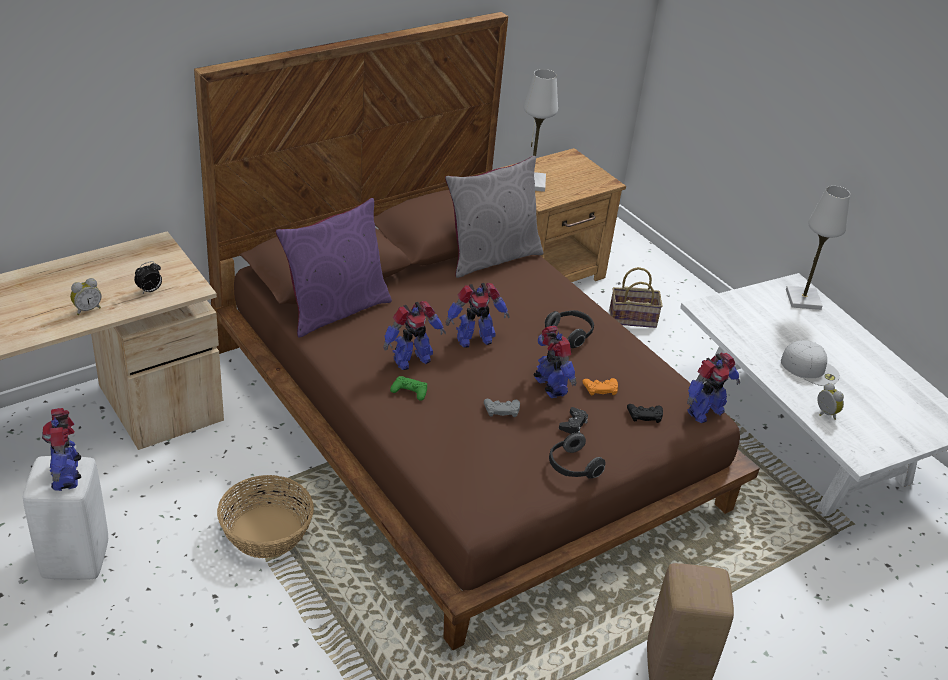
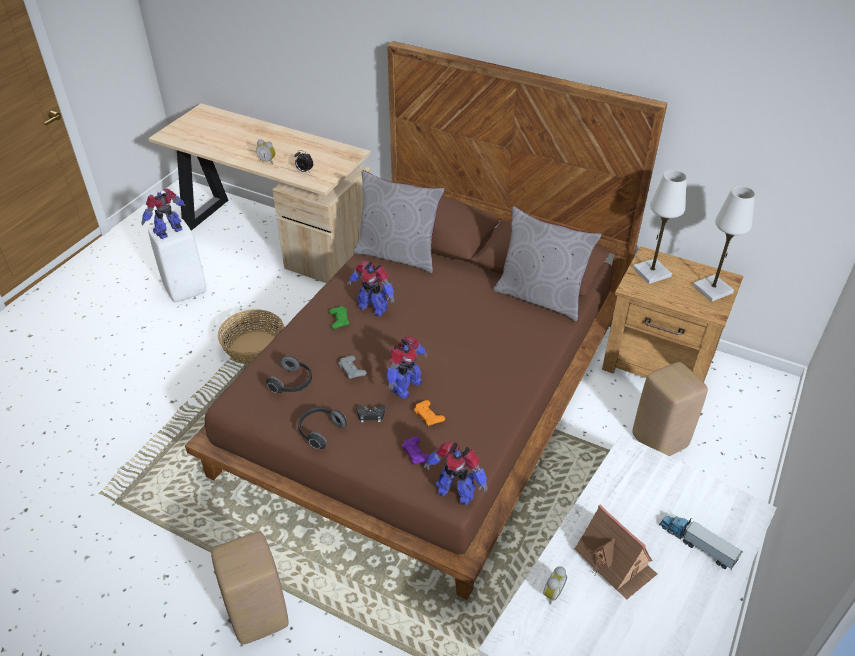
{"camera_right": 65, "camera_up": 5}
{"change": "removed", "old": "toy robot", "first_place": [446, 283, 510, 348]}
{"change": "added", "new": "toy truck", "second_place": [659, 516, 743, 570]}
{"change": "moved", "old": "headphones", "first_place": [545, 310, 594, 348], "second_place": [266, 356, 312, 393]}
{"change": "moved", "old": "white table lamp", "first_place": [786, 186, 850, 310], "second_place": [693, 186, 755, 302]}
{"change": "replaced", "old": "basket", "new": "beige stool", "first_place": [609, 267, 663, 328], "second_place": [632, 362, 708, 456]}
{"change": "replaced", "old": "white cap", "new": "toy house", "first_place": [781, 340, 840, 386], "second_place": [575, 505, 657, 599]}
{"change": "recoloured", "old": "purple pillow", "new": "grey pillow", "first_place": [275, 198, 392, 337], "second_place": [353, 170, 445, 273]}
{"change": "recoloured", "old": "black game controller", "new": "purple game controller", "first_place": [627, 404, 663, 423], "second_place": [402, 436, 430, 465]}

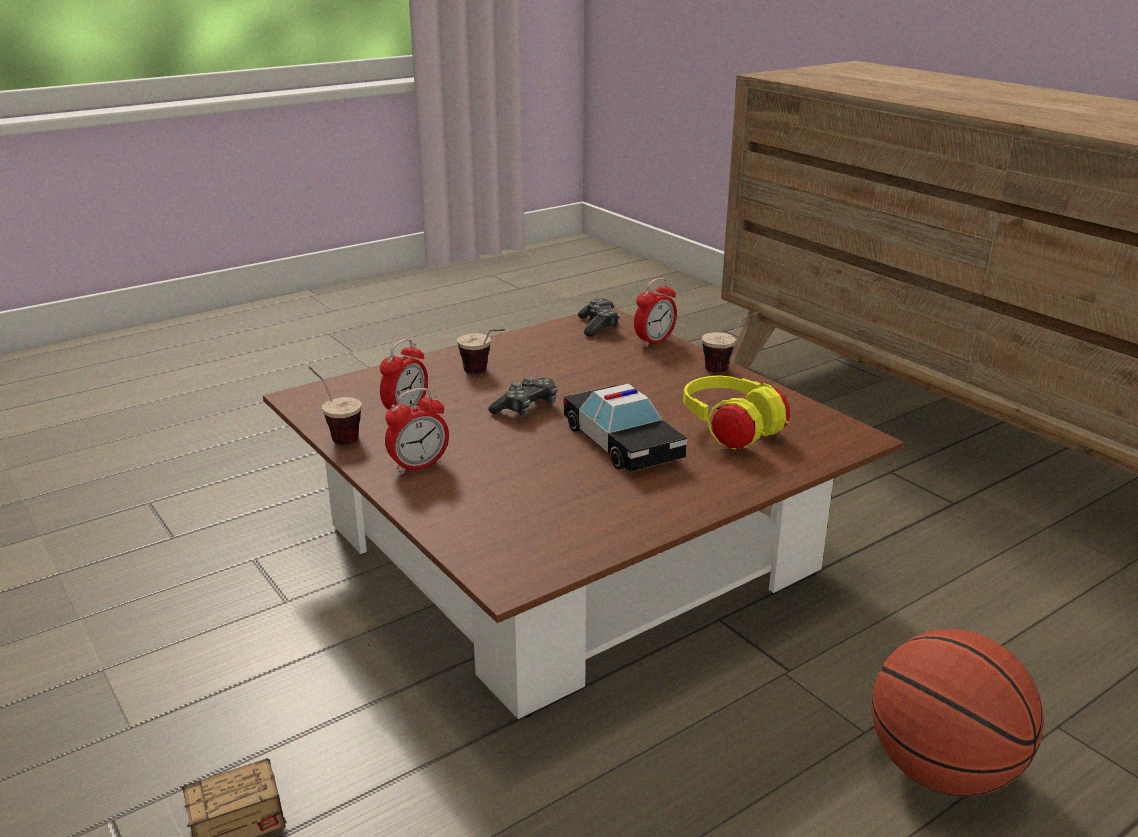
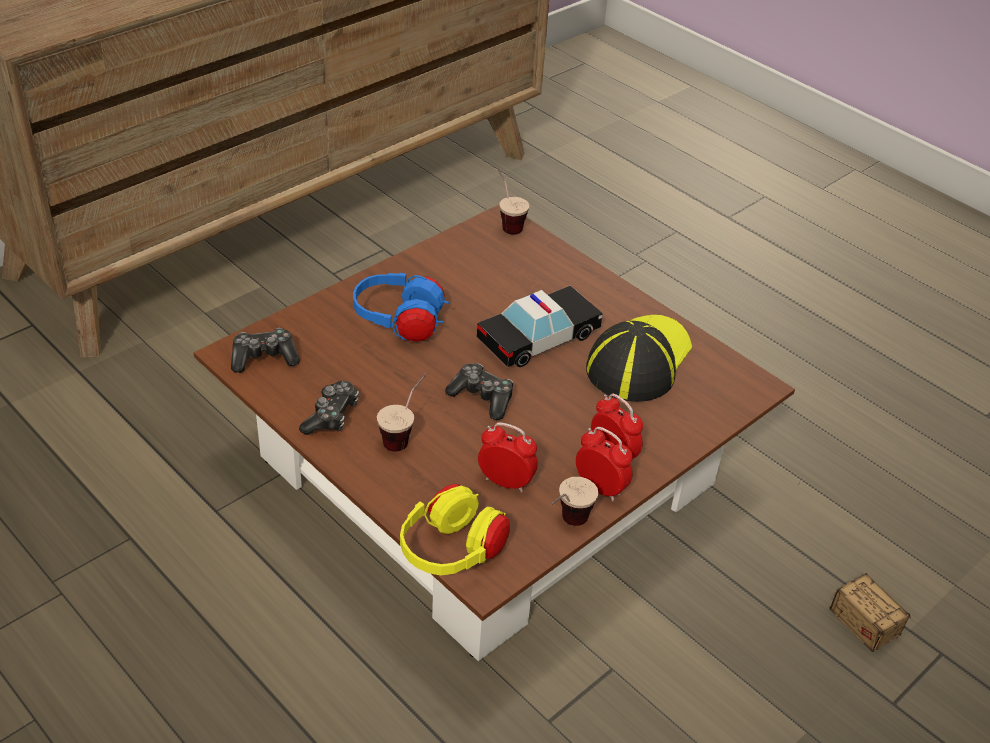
{"camera_right": -100, "camera_up": 15}
{"change": "removed", "old": "basketball", "first_place": [872, 629, 1044, 797]}
{"change": "added", "new": "game controller", "second_place": [299, 381, 359, 435]}
{"change": "added", "new": "blue headphones", "second_place": [353, 273, 449, 342]}
{"change": "added", "new": "cap", "second_place": [586, 315, 692, 402]}
{"change": "moved", "old": "alarm clock", "first_place": [634, 278, 677, 348], "second_place": [576, 427, 633, 501]}
{"change": "moved", "old": "yellow headphones", "first_place": [683, 375, 790, 449], "second_place": [400, 483, 510, 575]}
{"change": "moved", "old": "cup", "first_place": [702, 311, 761, 373], "second_place": [497, 167, 529, 235]}

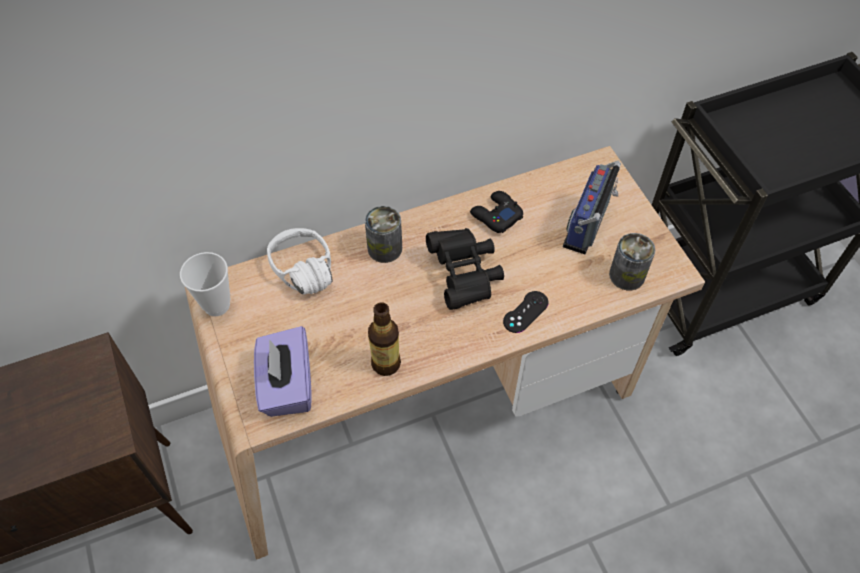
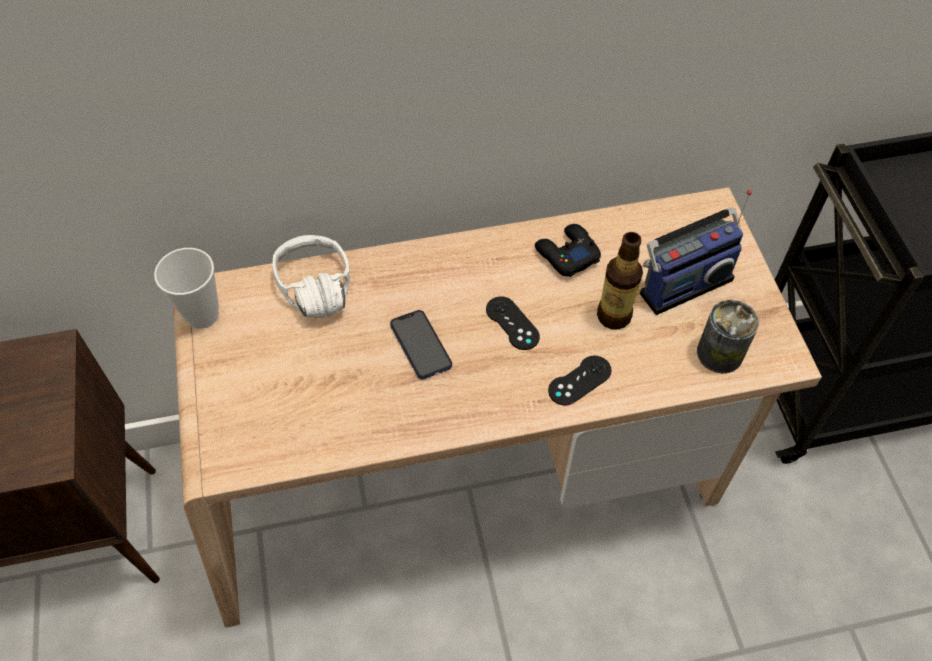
{"camera_right": 10, "camera_up": 0}
{"change": "removed", "old": "purple tissue box", "first_place": [254, 326, 312, 417]}
{"change": "removed", "old": "can", "first_place": [365, 206, 402, 263]}
{"change": "added", "new": "phone", "second_place": [390, 310, 452, 379]}
{"change": "moved", "old": "bottle", "first_place": [368, 302, 401, 376], "second_place": [597, 232, 643, 330]}
{"change": "replaced", "old": "black binoculars", "new": "black game controller", "first_place": [426, 228, 504, 310], "second_place": [486, 296, 540, 350]}
{"change": "turned", "old": "radio", "first_place": [563, 161, 621, 254], "second_place": [640, 190, 752, 315], "degrees": -150}

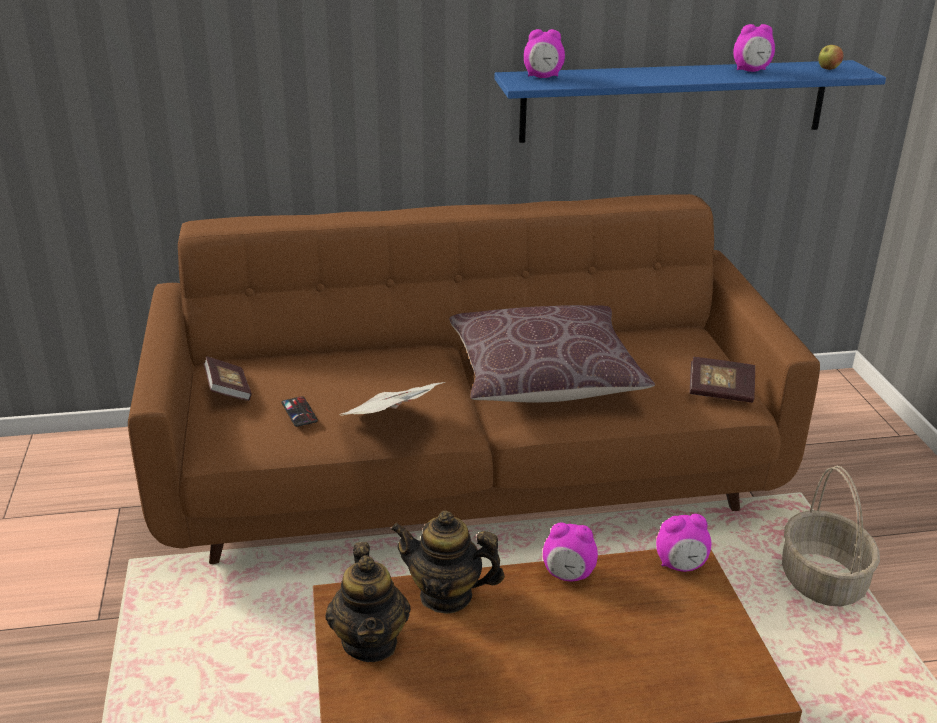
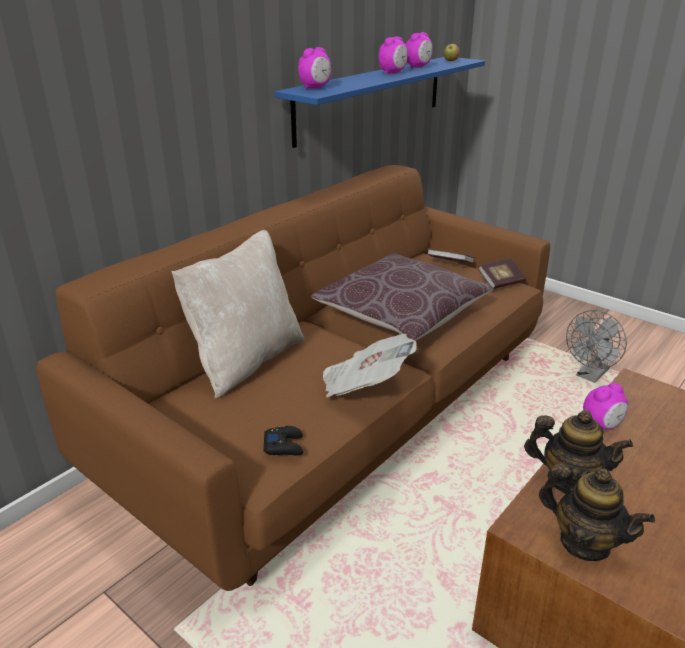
{"camera_right": -40, "camera_up": 0}
{"change": "removed", "old": "phone", "first_place": [282, 396, 318, 427]}
{"change": "added", "new": "beige pillow", "second_place": [171, 230, 305, 398]}
{"change": "added", "new": "black game controller", "second_place": [263, 426, 303, 456]}
{"change": "moved", "old": "book", "first_place": [203, 357, 252, 401], "second_place": [428, 249, 475, 263]}
{"change": "moved", "old": "alarm clock", "first_place": [656, 514, 711, 572], "second_place": [379, 36, 408, 74]}
{"change": "replaced", "old": "basket", "new": "grey fan", "first_place": [782, 466, 880, 606], "second_place": [566, 310, 627, 383]}
{"change": "turned", "old": "teapot", "first_place": [391, 510, 505, 614], "second_place": [524, 410, 633, 493], "degrees": -135}

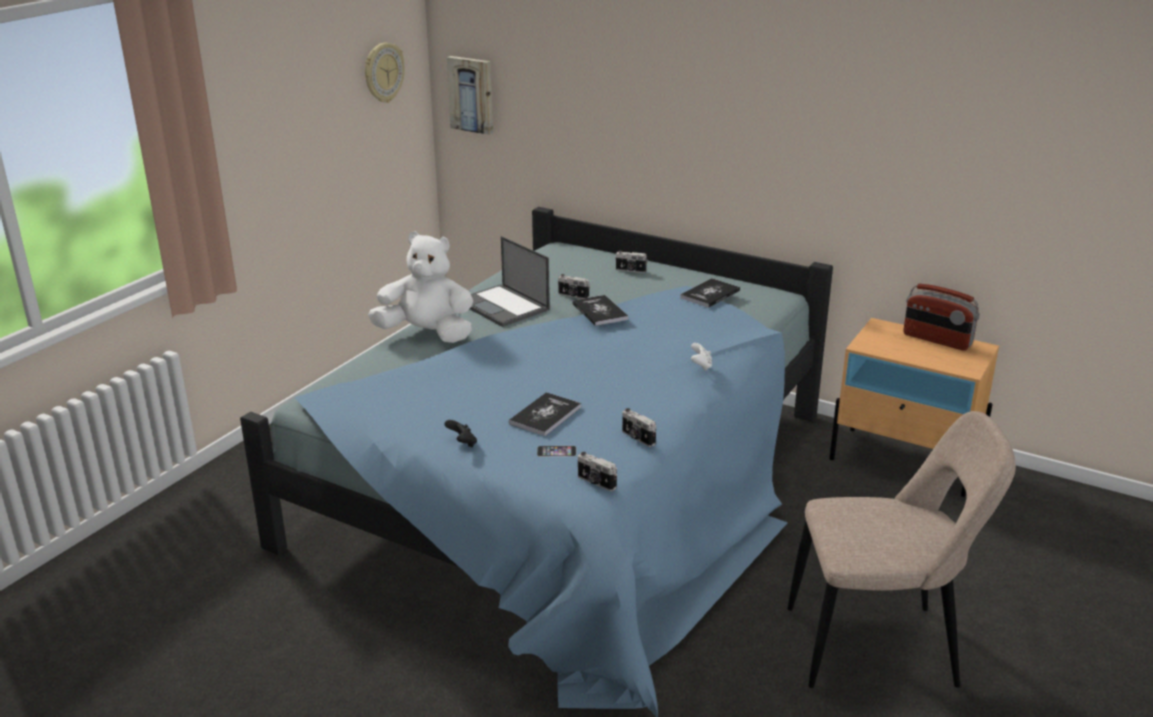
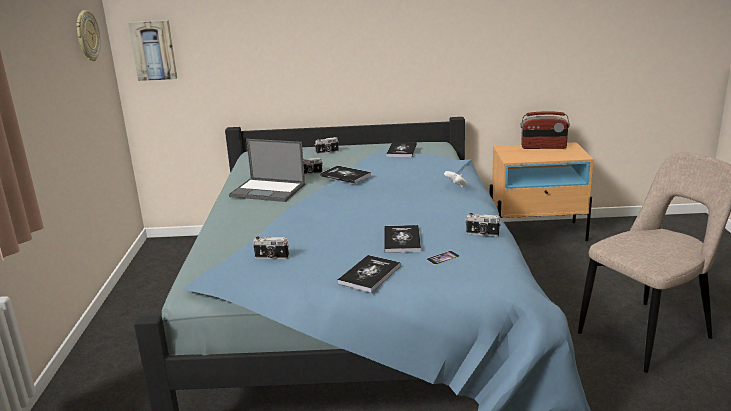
{"camera_right": -30, "camera_up": -5}
{"change": "removed", "old": "white plush toy", "first_place": [368, 231, 473, 343]}
{"change": "moved", "old": "photo camera", "first_place": [578, 452, 617, 491], "second_place": [253, 236, 289, 259]}
{"change": "replaced", "old": "black game controller", "new": "book", "first_place": [444, 420, 477, 447], "second_place": [337, 255, 401, 293]}

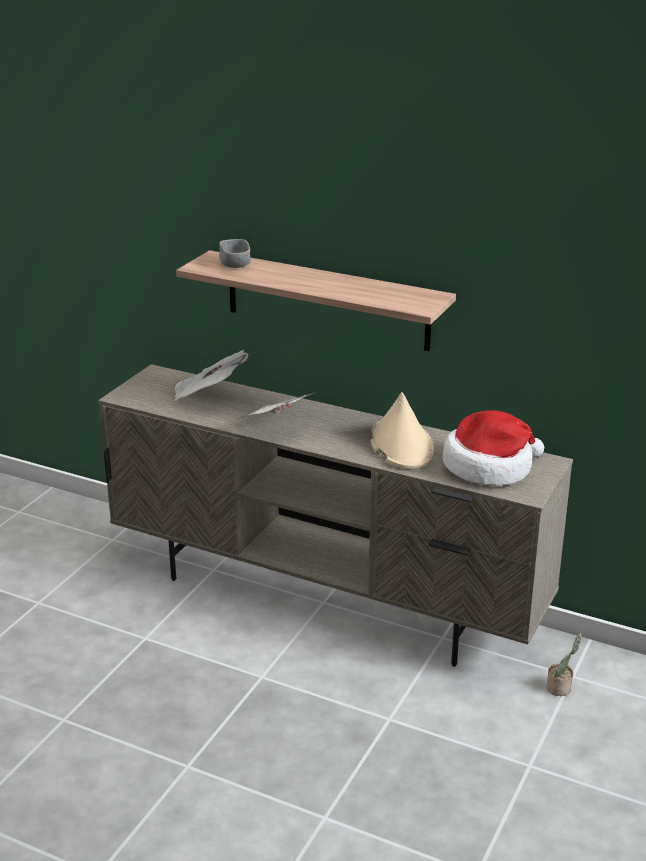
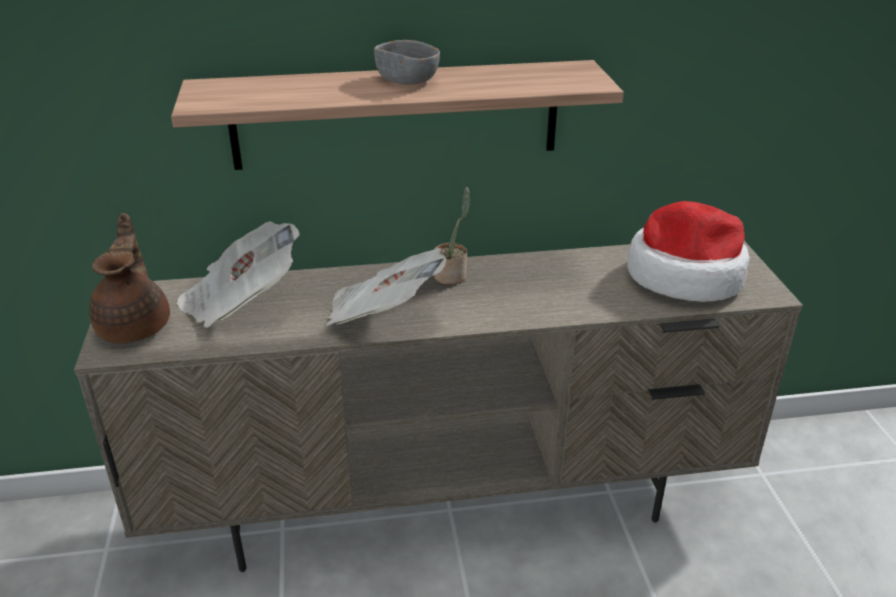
{"camera_right": -35, "camera_up": 5}
{"change": "removed", "old": "beige hat", "first_place": [371, 392, 434, 469]}
{"change": "added", "new": "brown teapot", "second_place": [89, 213, 170, 344]}
{"change": "moved", "old": "grey bowl", "first_place": [219, 239, 251, 268], "second_place": [374, 40, 440, 85]}
{"change": "moved", "old": "potted plant", "first_place": [547, 633, 582, 696], "second_place": [434, 187, 470, 285]}

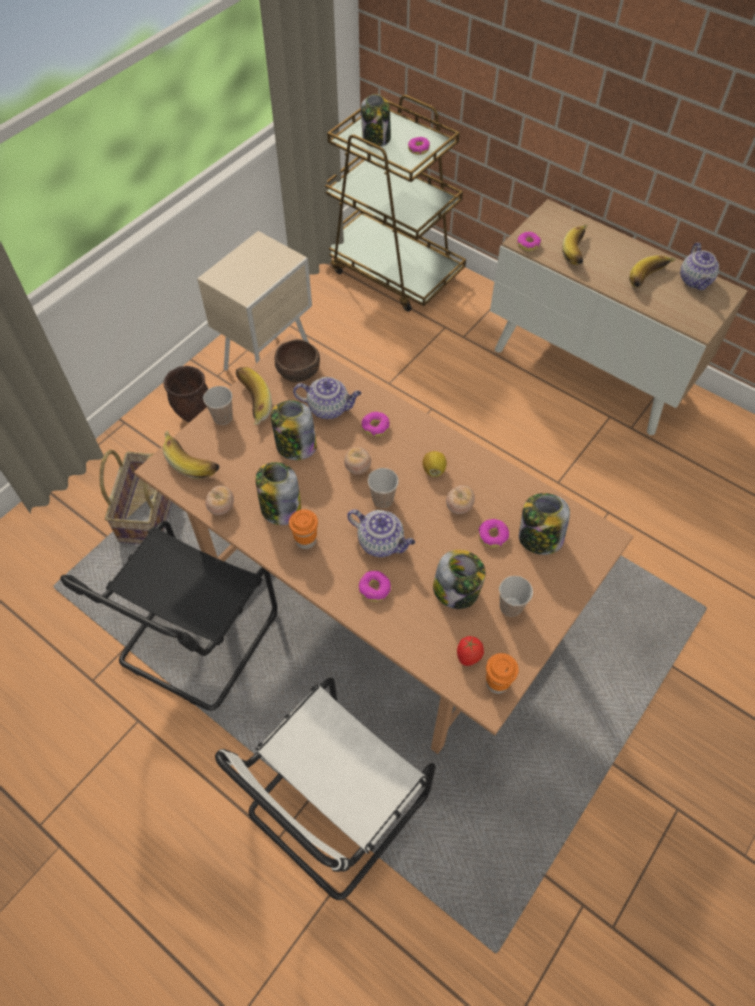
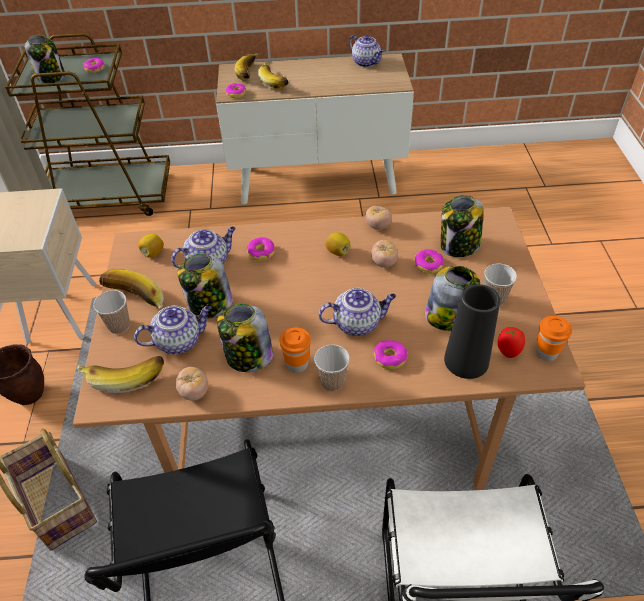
{"camera_right": -40, "camera_up": -10}
{"change": "added", "new": "teapot", "second_place": [134, 305, 211, 354]}
{"change": "added", "new": "black vase", "second_place": [444, 284, 500, 379]}
{"change": "moved", "old": "tomato", "first_place": [344, 447, 371, 475], "second_place": [365, 206, 392, 230]}
{"change": "moved", "old": "cup", "first_place": [368, 468, 399, 508], "second_place": [314, 344, 350, 391]}
{"change": "moved", "old": "banana", "first_place": [629, 255, 676, 287], "second_place": [235, 53, 258, 81]}
{"change": "replaced", "old": "brown bowl", "new": "lemon", "first_place": [275, 339, 320, 382], "second_place": [138, 234, 164, 258]}

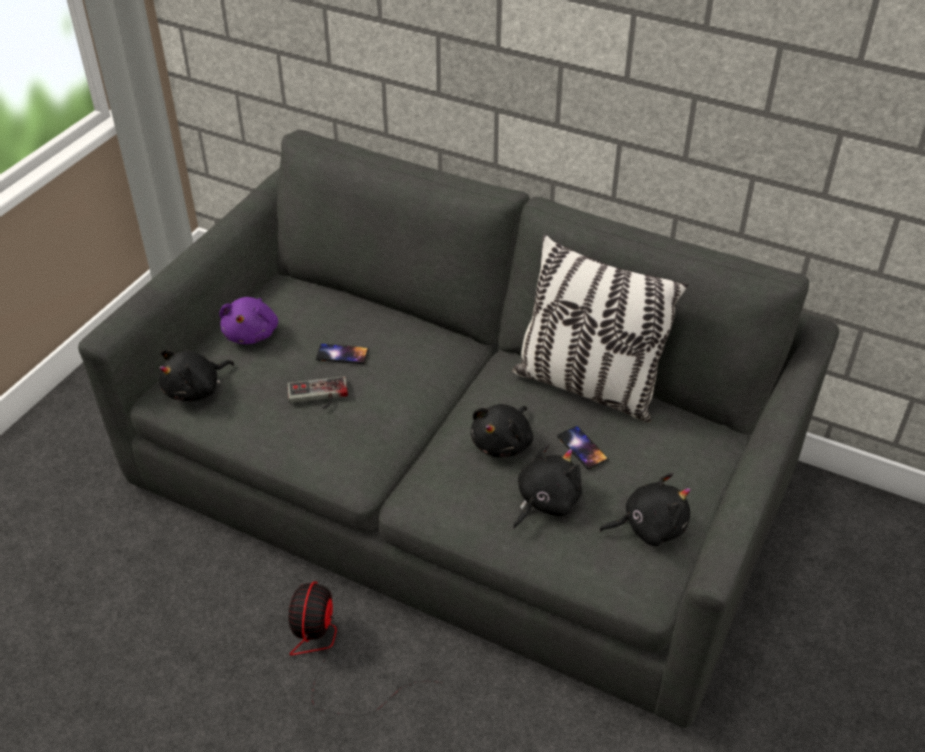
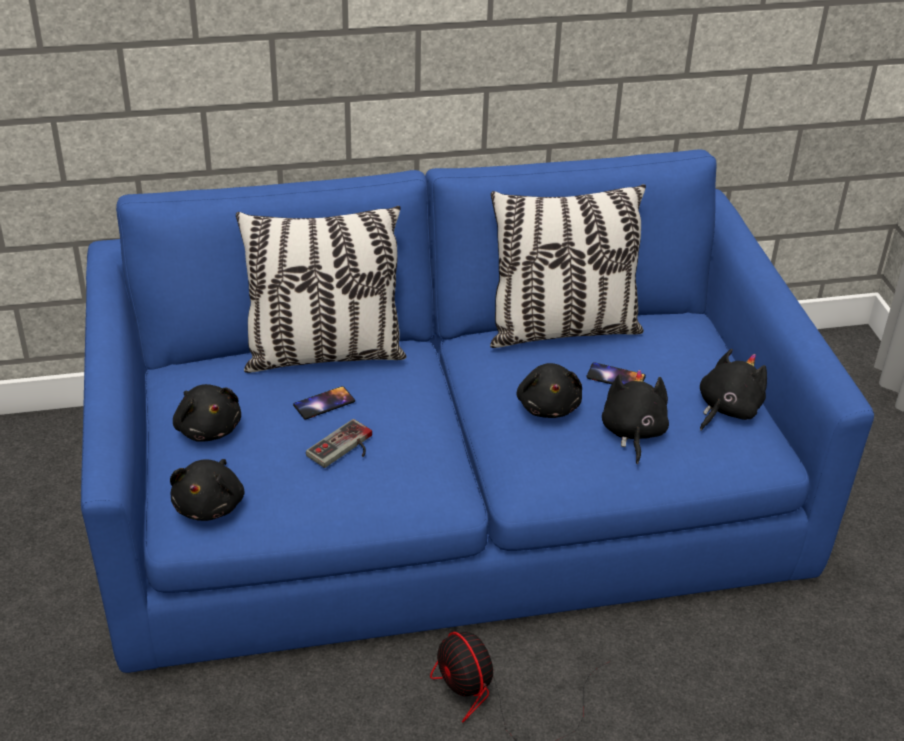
{"camera_right": -40, "camera_up": -5}
{"change": "added", "new": "pillow", "second_place": [236, 206, 406, 373]}
{"change": "recoloured", "old": "grey sofa", "new": "blue sofa", "first_place": [78, 130, 839, 728], "second_place": [81, 149, 874, 673]}
{"change": "recoloured", "old": "purple plush toy", "new": "black plush toy", "first_place": [219, 297, 278, 344], "second_place": [173, 384, 241, 442]}

